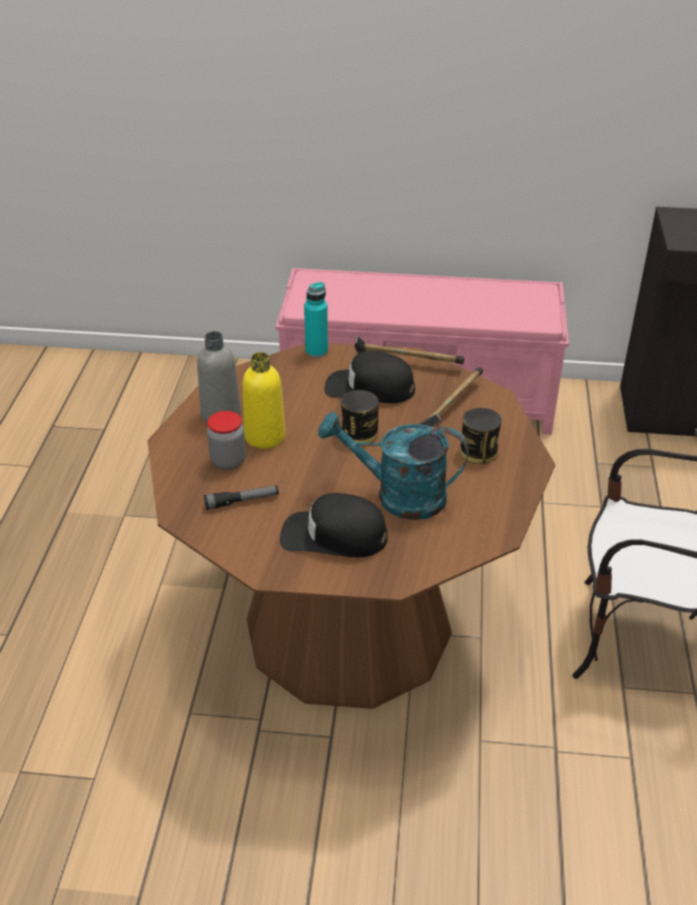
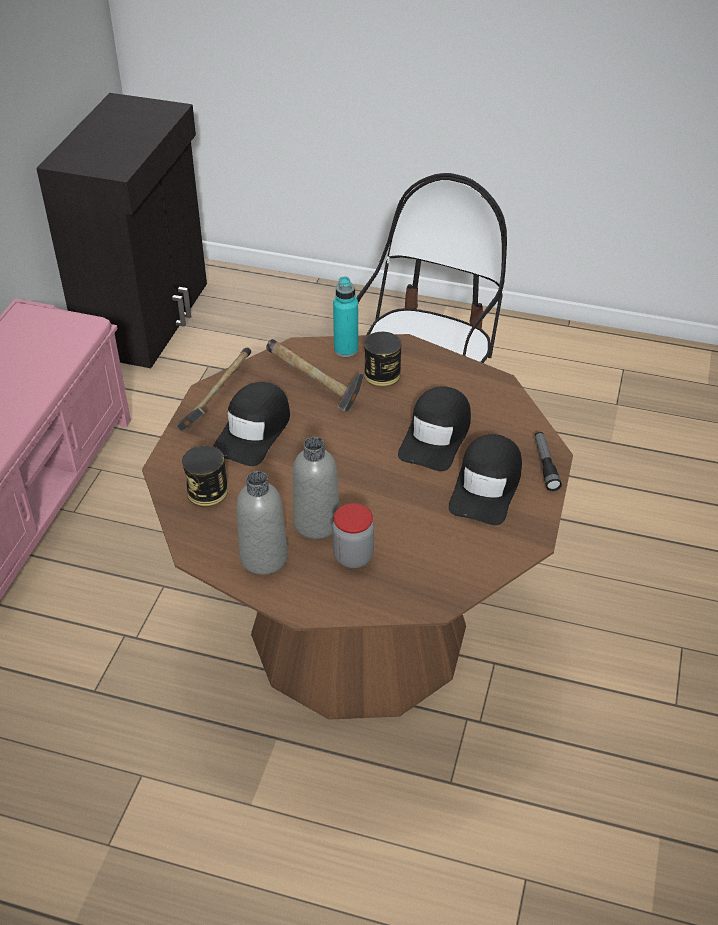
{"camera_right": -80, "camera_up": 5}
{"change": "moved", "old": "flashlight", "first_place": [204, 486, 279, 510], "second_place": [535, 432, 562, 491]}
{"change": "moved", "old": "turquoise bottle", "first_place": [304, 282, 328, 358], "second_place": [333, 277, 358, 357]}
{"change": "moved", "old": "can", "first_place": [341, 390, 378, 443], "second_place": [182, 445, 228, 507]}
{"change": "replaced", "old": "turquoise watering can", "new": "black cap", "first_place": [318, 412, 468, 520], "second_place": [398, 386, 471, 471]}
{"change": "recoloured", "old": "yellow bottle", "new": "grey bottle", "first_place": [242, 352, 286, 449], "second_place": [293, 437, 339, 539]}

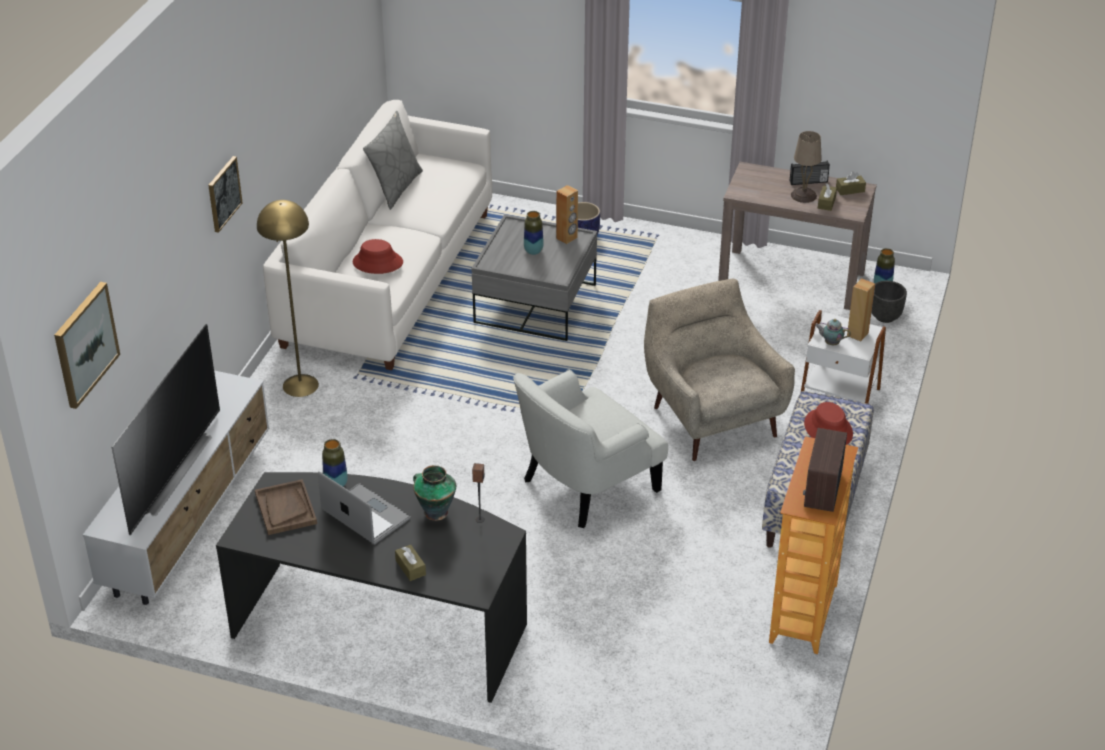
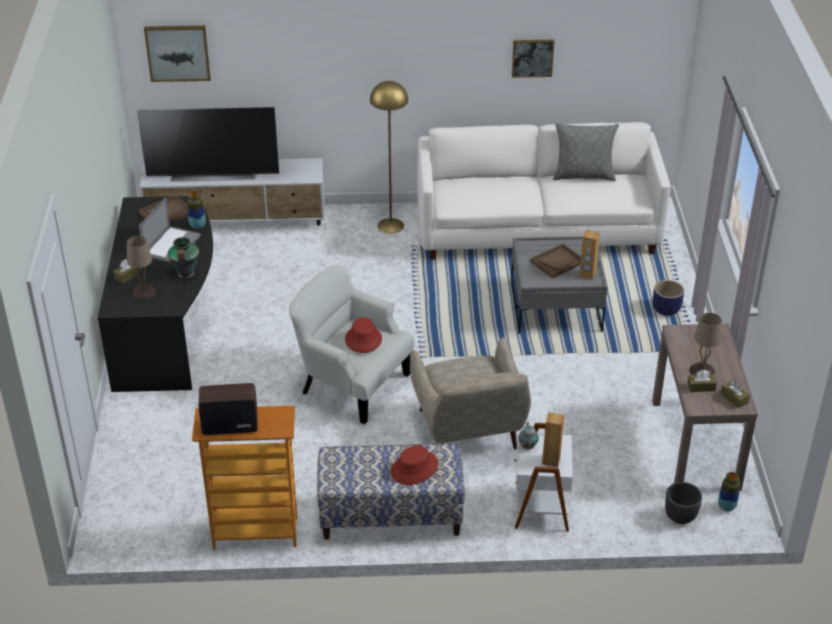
{"camera_right": 70, "camera_up": 0}
{"change": "removed", "old": "radio", "first_place": [789, 161, 830, 185]}
{"change": "added", "new": "beige table lamp", "second_place": [127, 236, 156, 300]}
{"change": "moved", "old": "picture", "first_place": [208, 156, 243, 233], "second_place": [512, 40, 554, 78]}
{"change": "moved", "old": "red hat", "first_place": [353, 239, 403, 274], "second_place": [345, 317, 382, 353]}
{"change": "replaced", "old": "vase", "new": "brown tray", "first_place": [524, 211, 544, 255], "second_place": [530, 243, 581, 278]}
{"change": "turned", "old": "beige armchair", "first_place": [644, 279, 795, 461], "second_place": [410, 337, 531, 450], "degrees": 120}

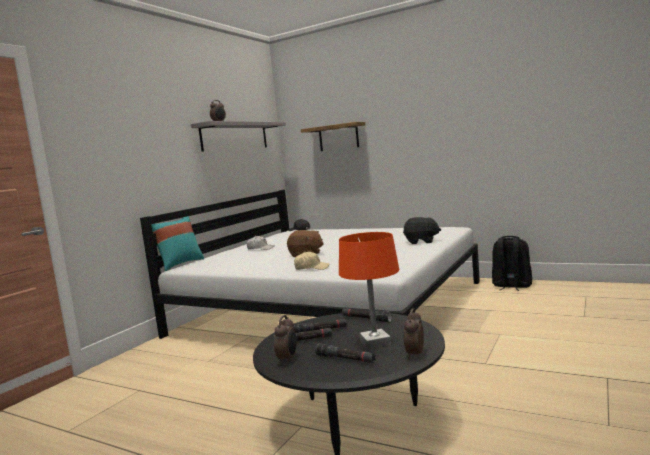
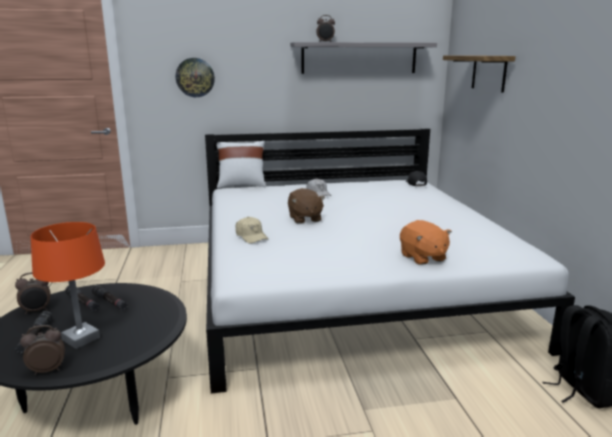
{"camera_right": 50, "camera_up": 10}
{"change": "removed", "old": "black flashlight", "first_place": [342, 308, 392, 322]}
{"change": "added", "new": "wall clock", "second_place": [176, 58, 215, 97]}
{"change": "recoloured", "old": "turquoise pillow", "new": "white pillow", "first_place": [151, 216, 204, 271], "second_place": [216, 141, 266, 189]}
{"change": "recoloured", "old": "black plush toy", "new": "orange plush toy", "first_place": [403, 217, 441, 244], "second_place": [400, 220, 452, 265]}

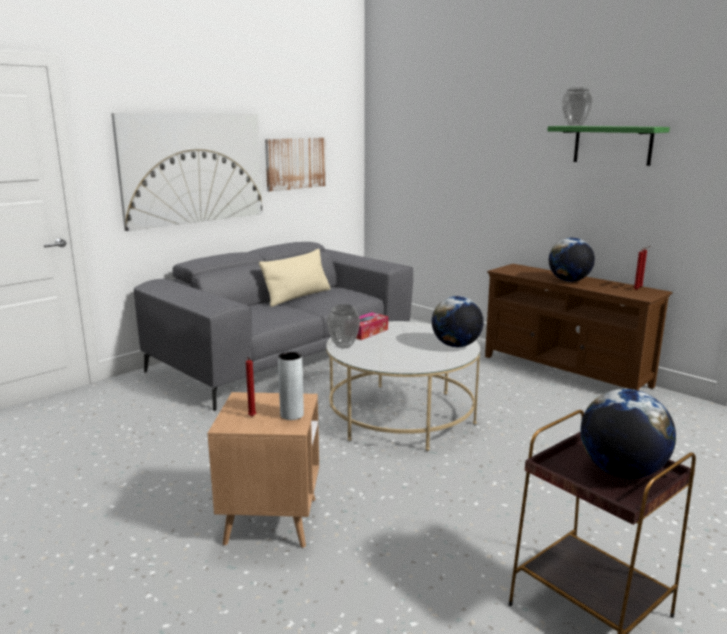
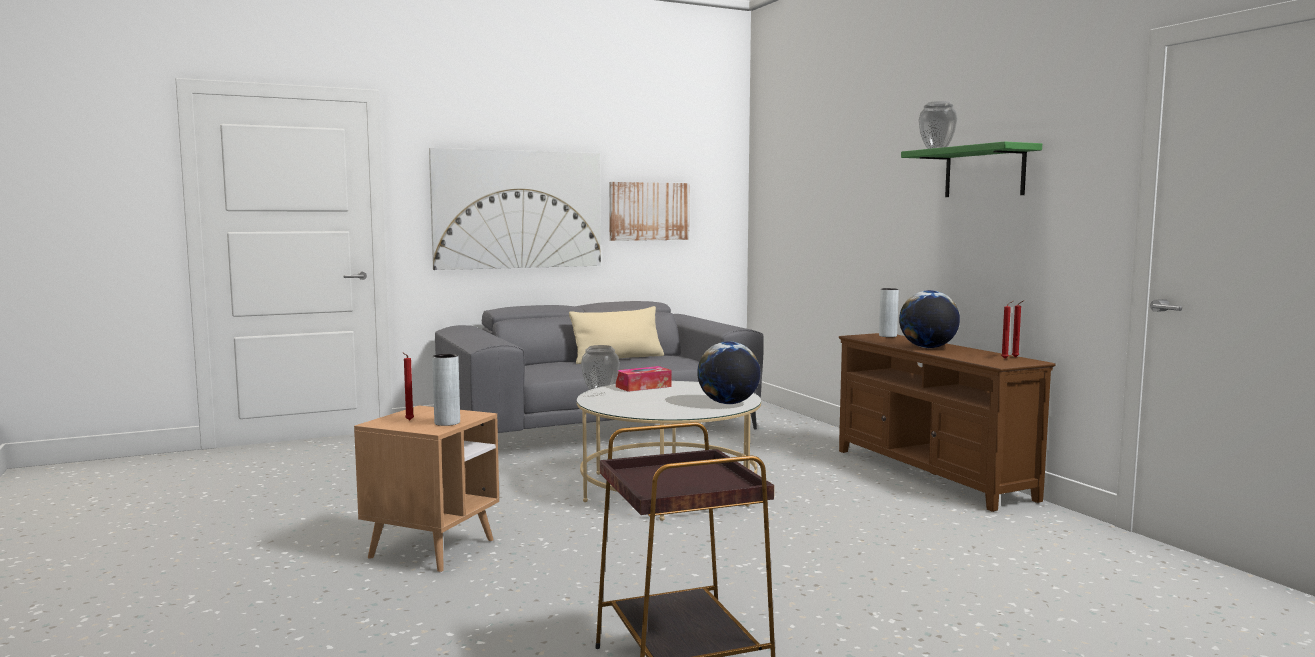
{"camera_right": 20, "camera_up": -10}
{"change": "removed", "old": "globe", "first_place": [580, 389, 676, 479]}
{"change": "added", "new": "grey vase", "second_place": [879, 288, 899, 337]}

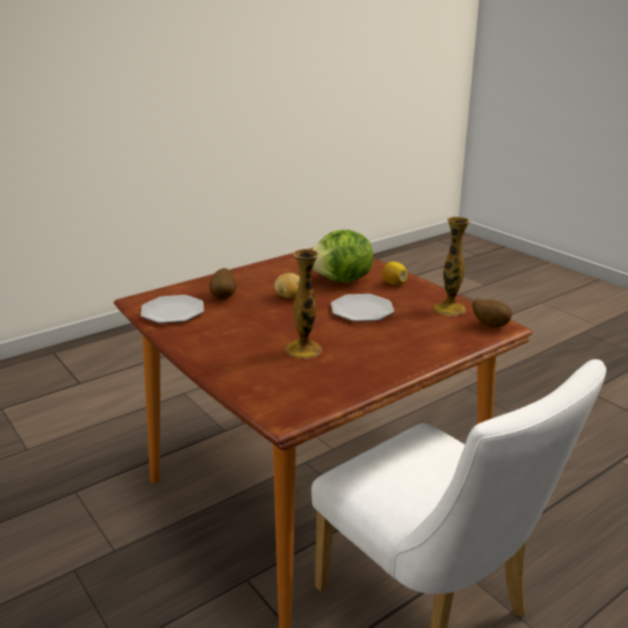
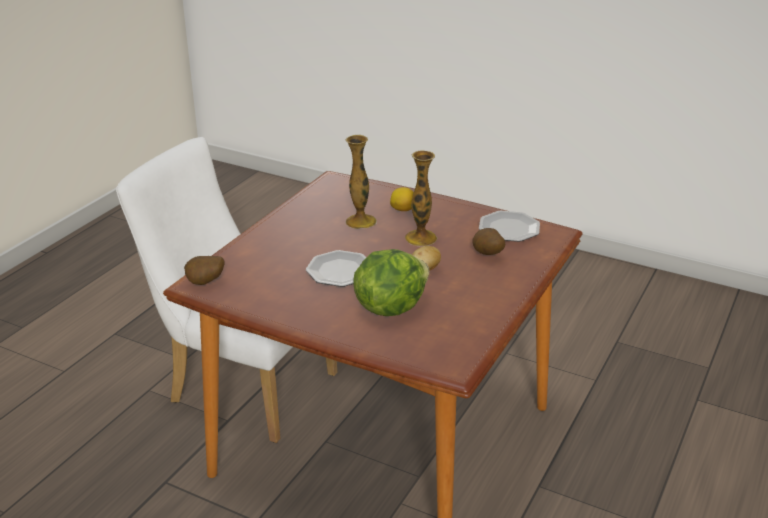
{"camera_right": 155, "camera_up": 5}
{"change": "moved", "old": "lemon", "first_place": [382, 261, 408, 285], "second_place": [390, 187, 414, 211]}
{"change": "moved", "old": "vase", "first_place": [434, 217, 470, 315], "second_place": [405, 150, 438, 246]}

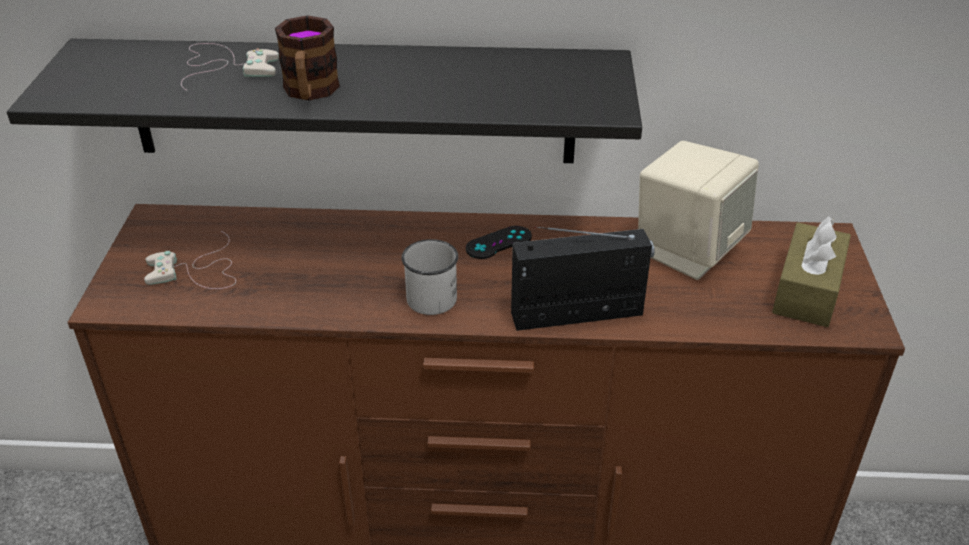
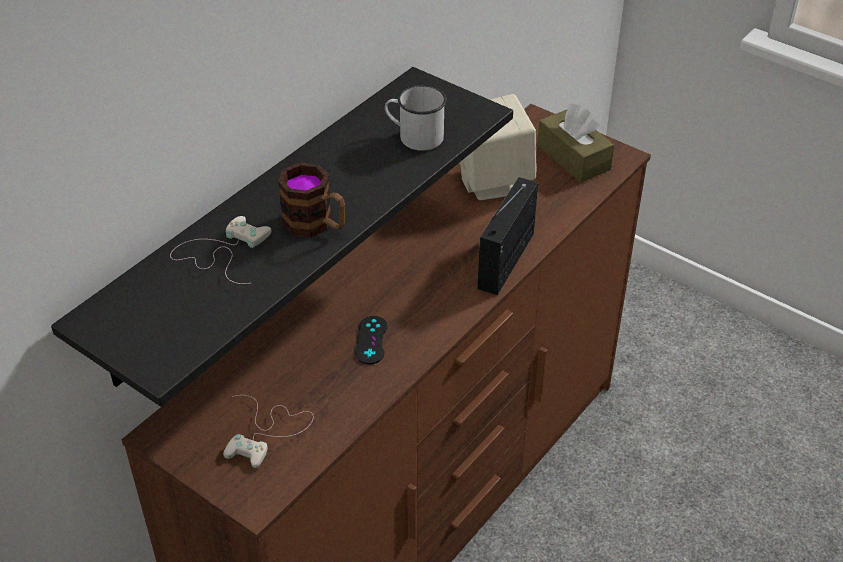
{"camera_right": -55, "camera_up": 5}
{"change": "moved", "old": "white mug", "first_place": [402, 239, 458, 315], "second_place": [385, 85, 446, 151]}
{"change": "moved", "old": "black game controller", "first_place": [466, 226, 532, 259], "second_place": [355, 316, 387, 364]}

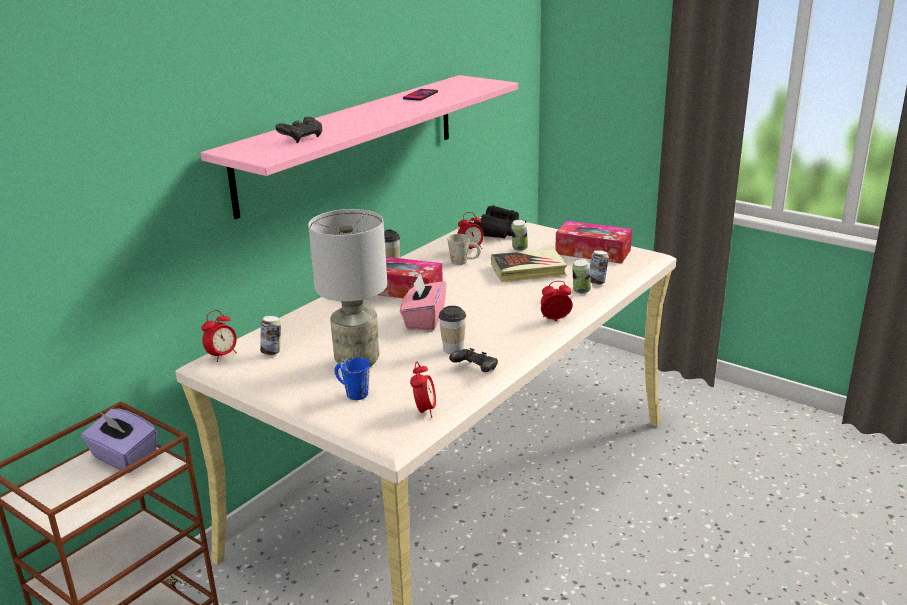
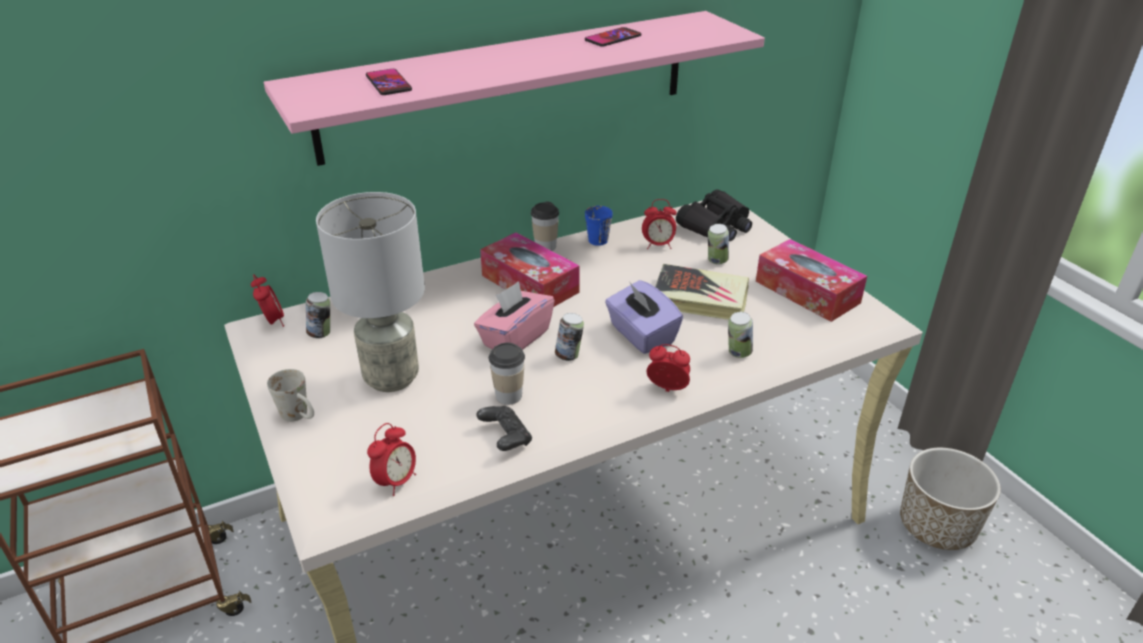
{"camera_right": 25, "camera_up": 10}
{"change": "added", "new": "planter", "second_place": [900, 448, 1001, 550]}
{"change": "moved", "old": "purple tissue box", "first_place": [81, 409, 157, 473], "second_place": [605, 280, 683, 354]}
{"change": "moved", "old": "blue mug", "first_place": [334, 357, 370, 400], "second_place": [585, 206, 613, 246]}
{"change": "moved", "old": "white mug", "first_place": [447, 234, 481, 265], "second_place": [267, 369, 314, 422]}
{"change": "moved", "old": "can", "first_place": [590, 250, 609, 285], "second_place": [555, 313, 584, 361]}
{"change": "replaced", "old": "black game controller", "new": "phone", "first_place": [275, 116, 322, 143], "second_place": [366, 69, 412, 95]}
{"change": "turned", "old": "alarm clock", "first_place": [201, 310, 237, 362], "second_place": [251, 274, 284, 327], "degrees": -90}

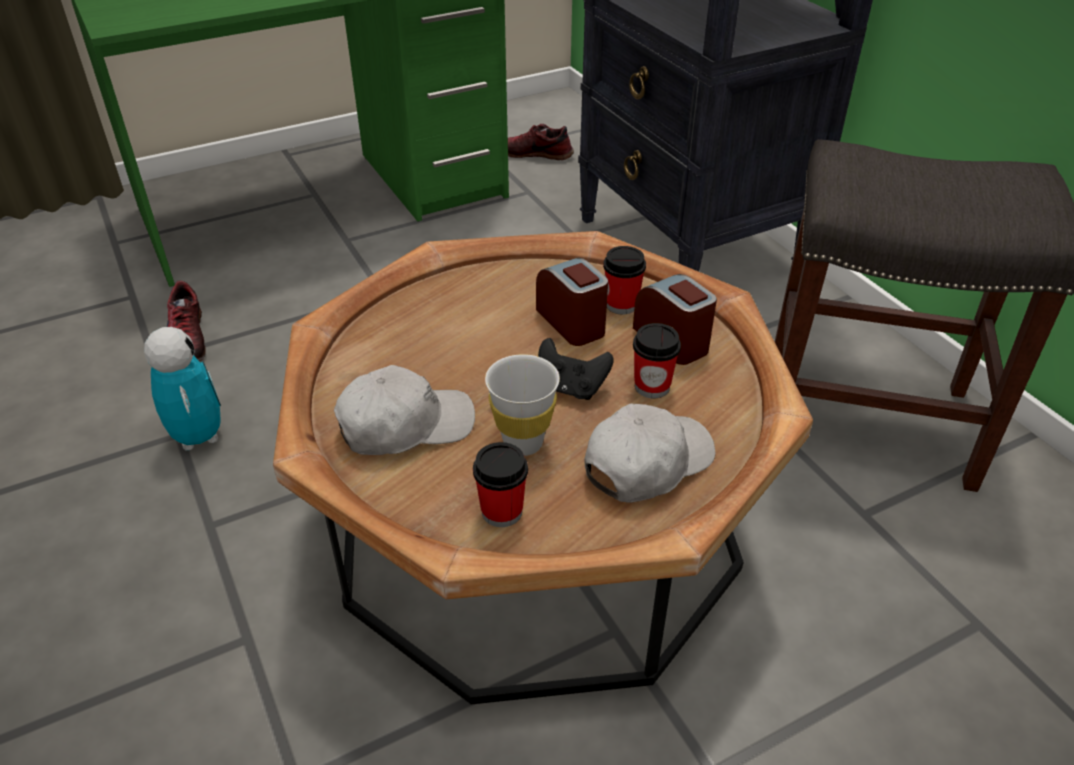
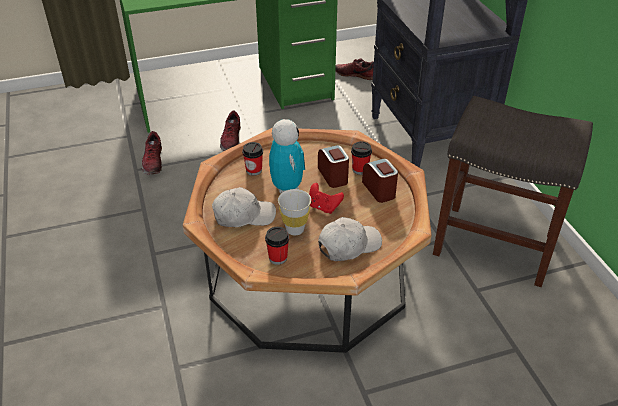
{"camera_right": 10, "camera_up": 0}
{"change": "added", "new": "shoe", "second_place": [220, 110, 241, 151]}
{"change": "moved", "old": "toy robot", "first_place": [144, 327, 221, 451], "second_place": [269, 119, 305, 194]}
{"change": "moved", "old": "cup", "first_place": [633, 323, 681, 398], "second_place": [242, 142, 263, 176]}
{"change": "recoloured", "old": "black game controller", "new": "red game controller", "first_place": [538, 338, 614, 400], "second_place": [309, 183, 344, 214]}

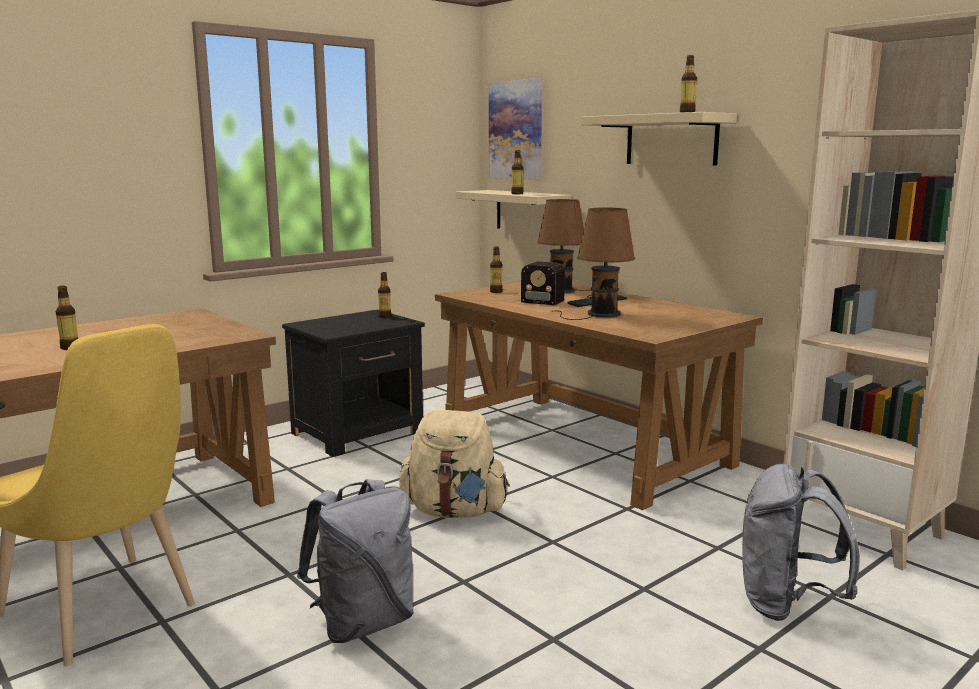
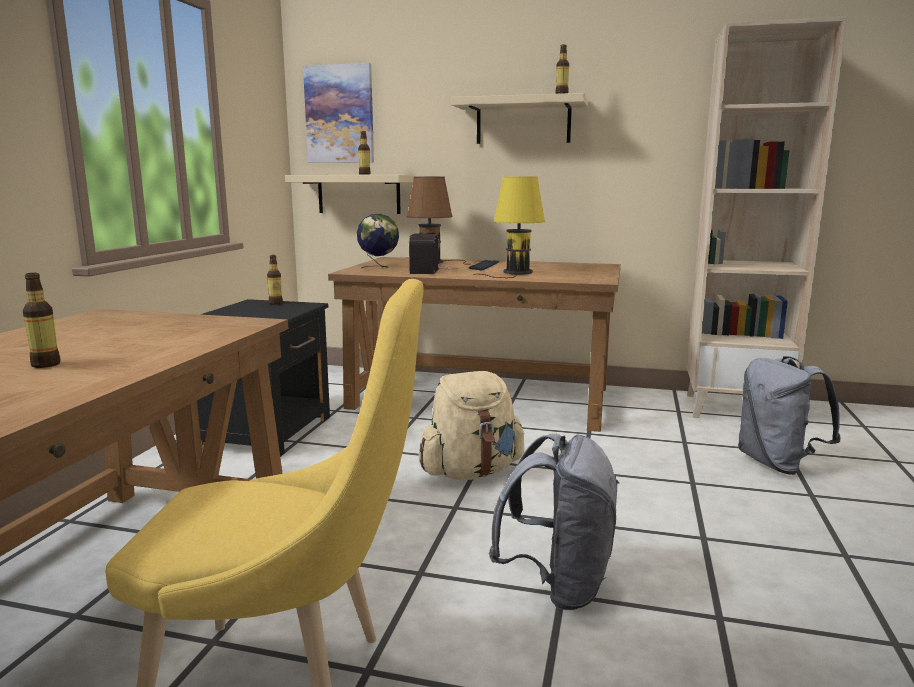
{"camera_right": -35, "camera_up": 0}
{"change": "replaced", "old": "bottle", "new": "globe", "first_place": [490, 247, 503, 293], "second_place": [357, 214, 399, 269]}
{"change": "recoloured", "old": "brown table lamp", "new": "yellow table lamp", "first_place": [559, 208, 635, 320], "second_place": [473, 176, 545, 278]}
{"change": "turned", "old": "radio", "first_place": [503, 261, 565, 305], "second_place": [406, 234, 458, 274], "degrees": 105}

